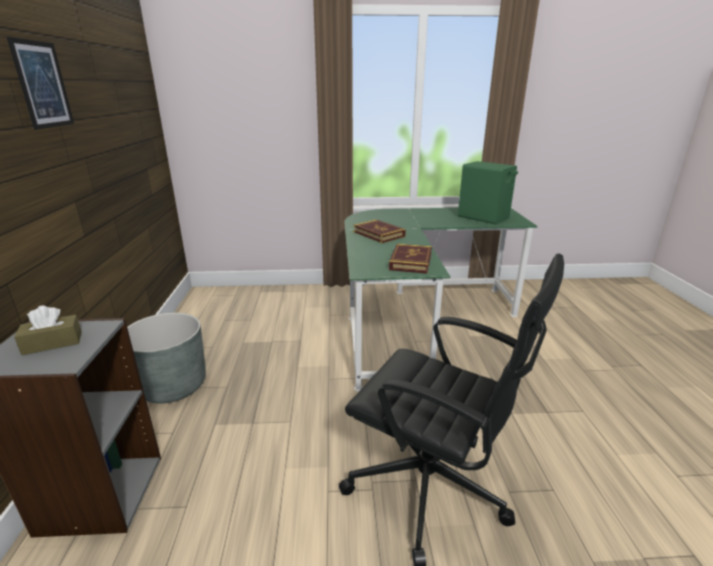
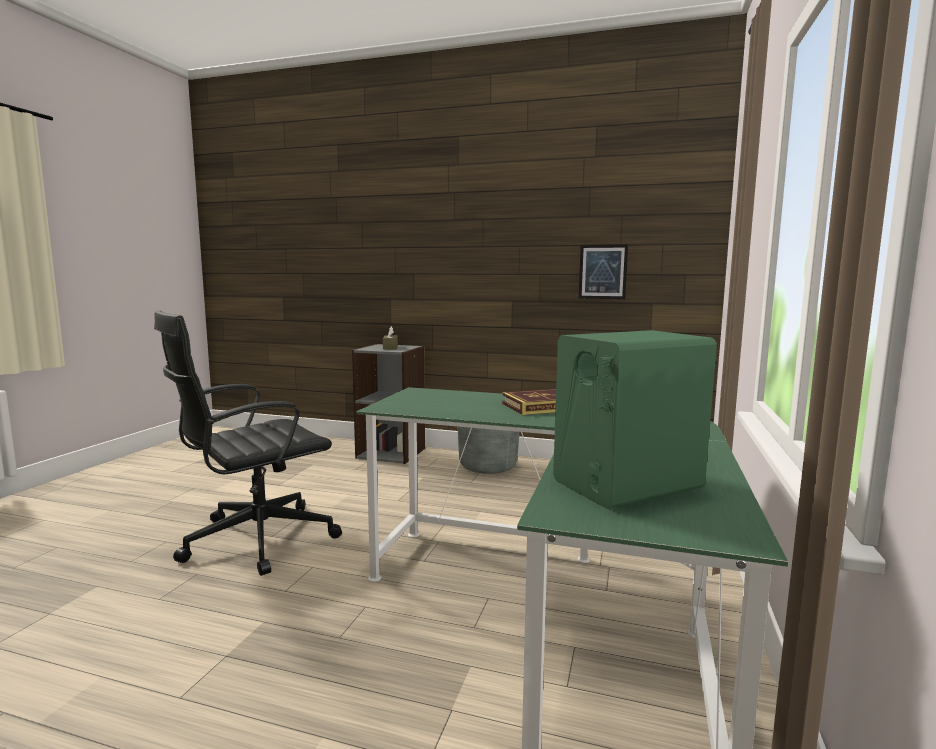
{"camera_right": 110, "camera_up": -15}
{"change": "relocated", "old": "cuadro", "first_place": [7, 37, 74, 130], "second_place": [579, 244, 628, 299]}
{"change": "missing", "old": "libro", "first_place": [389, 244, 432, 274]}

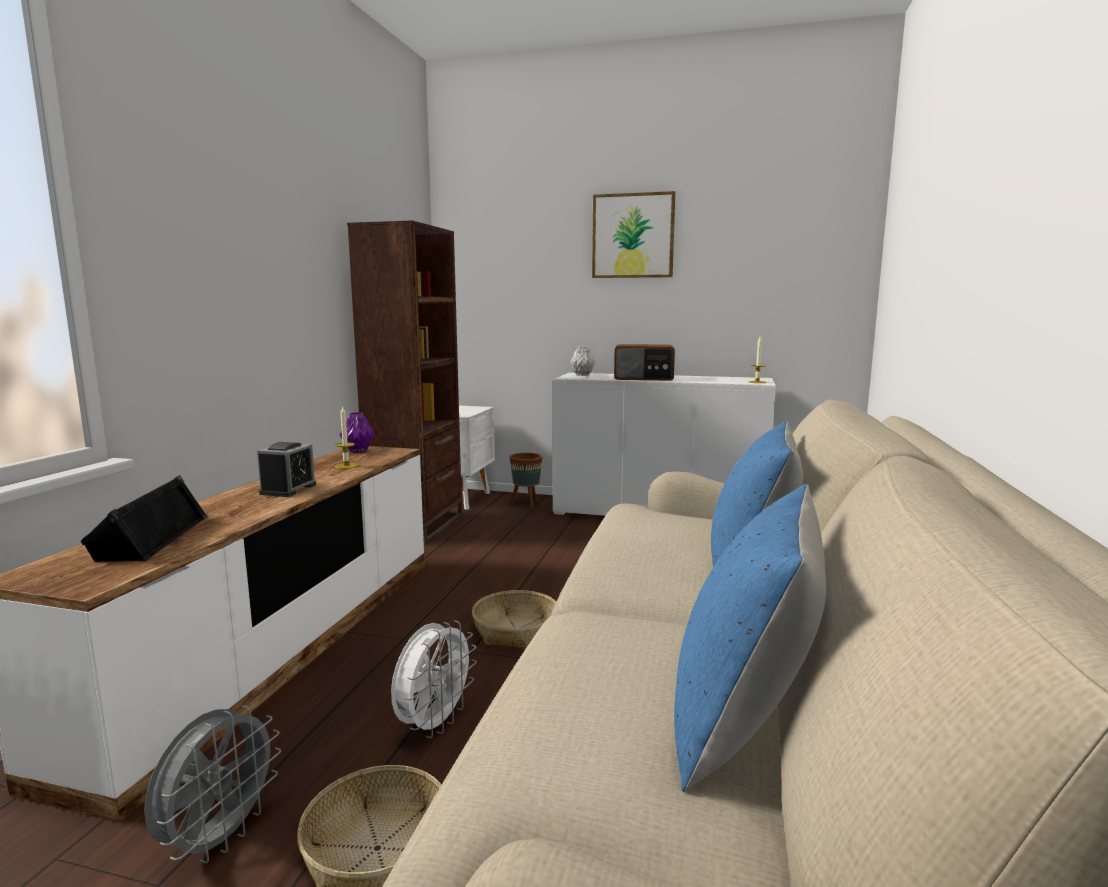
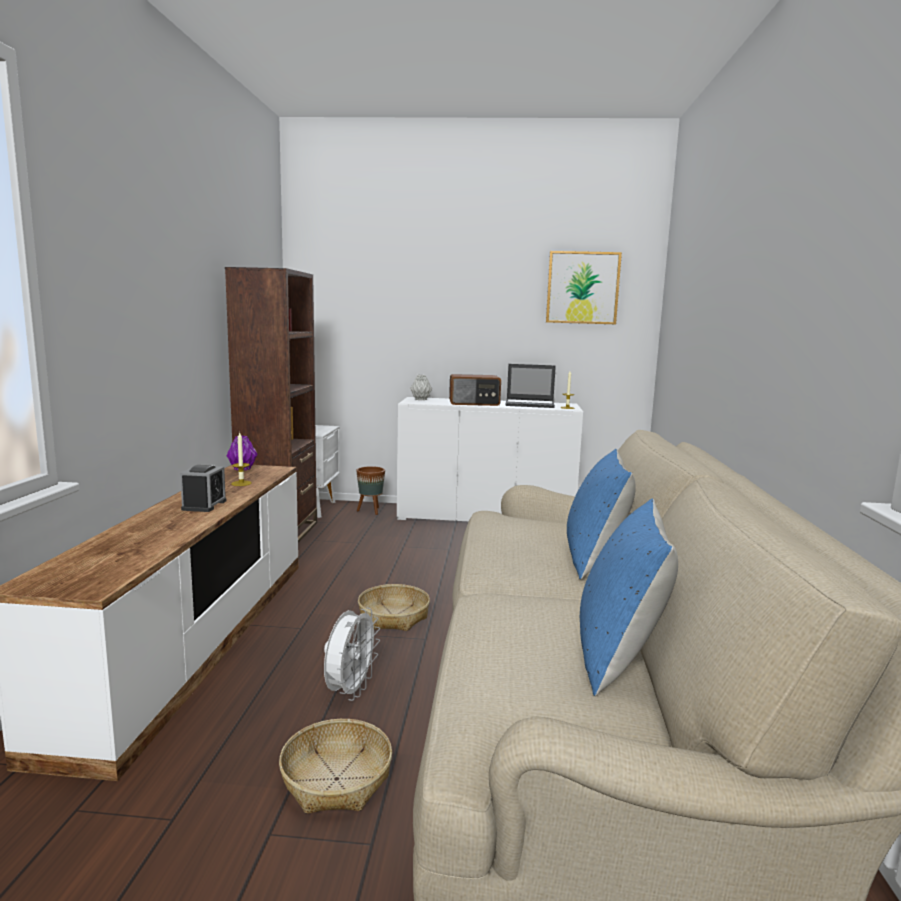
{"camera_right": -10, "camera_up": 0}
{"change": "relocated", "old": "cuadro", "first_place": [592, 191, 675, 278], "second_place": [546, 251, 622, 324]}
{"change": "missing", "old": "altavoz/negro", "first_place": [81, 475, 208, 562]}
{"change": "missing", "old": "ventilador/gris", "first_place": [144, 705, 281, 863]}
{"change": "appeared", "new": "portátil", "second_place": [505, 364, 556, 408]}

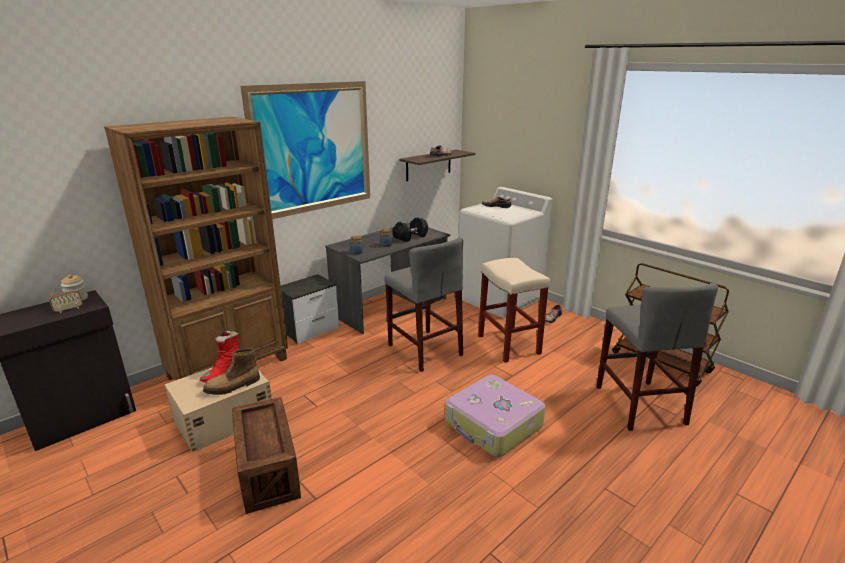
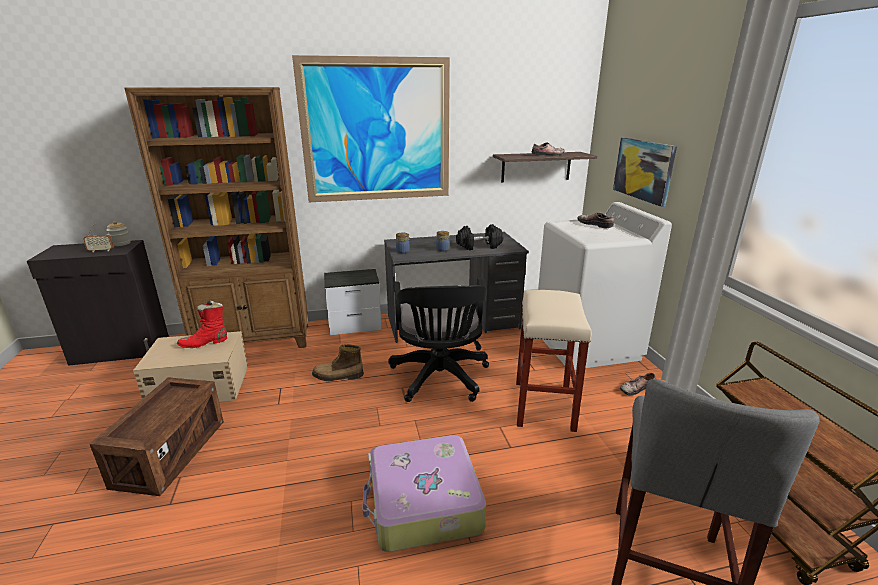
{"camera_right": 30, "camera_up": 0}
{"change": "exchanged", "old": "taburete/gris", "new": "silla de oficina/negro", "first_place": [384, 237, 463, 372], "second_place": [388, 279, 489, 402]}
{"change": "relocated", "old": "bota", "first_place": [203, 348, 260, 395], "second_place": [312, 344, 364, 382]}
{"change": "appeared", "new": "cuadro", "second_place": [613, 137, 677, 207]}

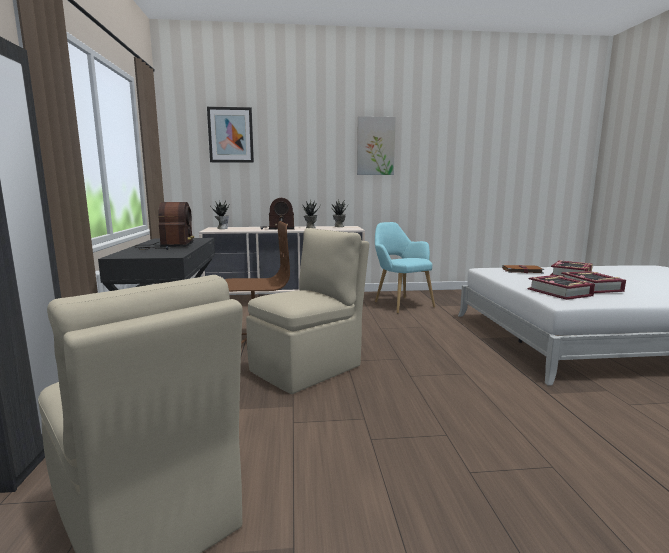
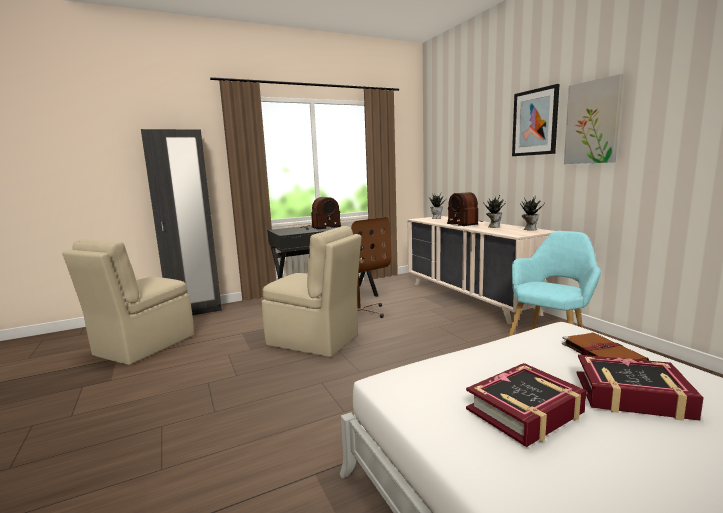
{"camera_right": 70, "camera_up": 0}
{"change": "relocated", "old": "cuadro", "first_place": [207, 107, 254, 163], "second_place": [512, 84, 559, 156]}
{"change": "missing", "old": "libro", "first_place": [528, 275, 595, 300]}

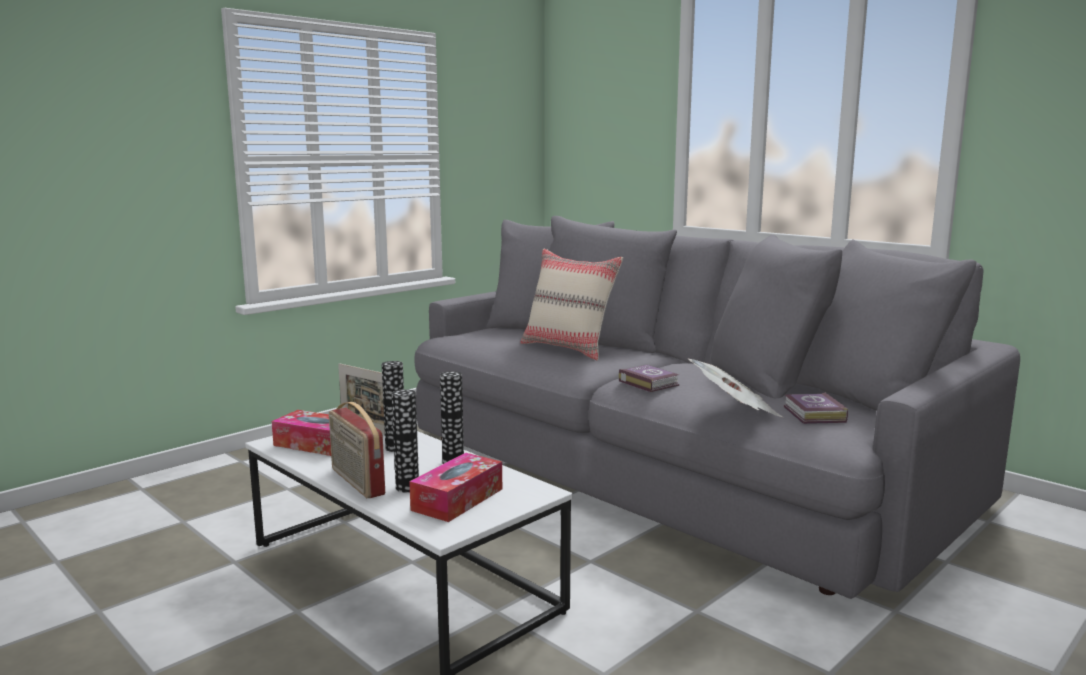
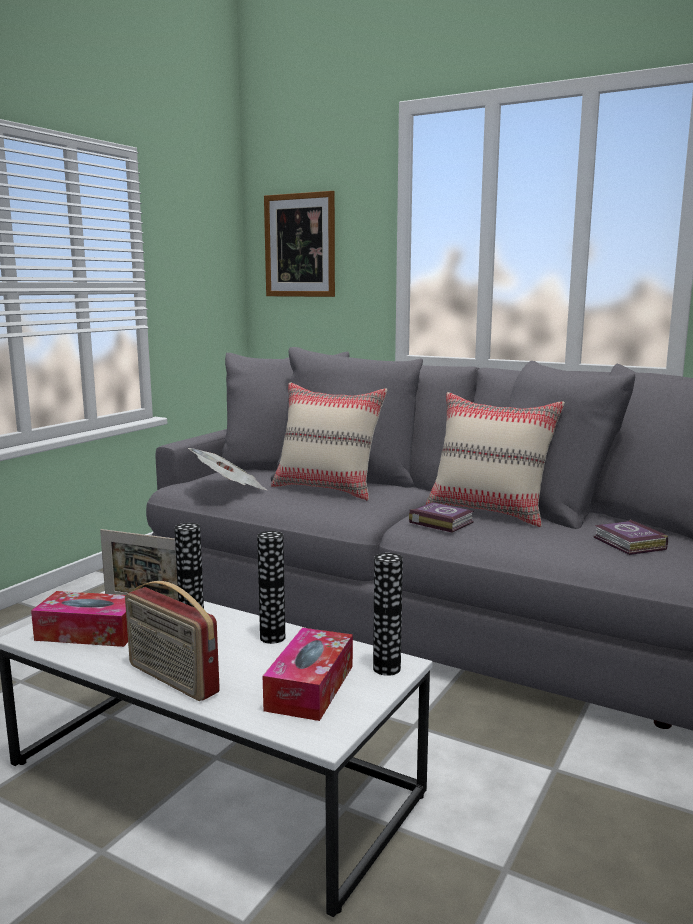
{"camera_right": -15, "camera_up": 0}
{"change": "relocated", "old": "periódico", "first_place": [687, 358, 782, 417], "second_place": [188, 448, 267, 490]}
{"change": "relocated", "old": "florero", "first_place": [392, 389, 419, 492], "second_place": [373, 553, 403, 676]}
{"change": "appeared", "new": "cuadro", "second_place": [264, 191, 335, 297]}
{"change": "appeared", "new": "cojín/beis", "second_place": [426, 392, 565, 527]}

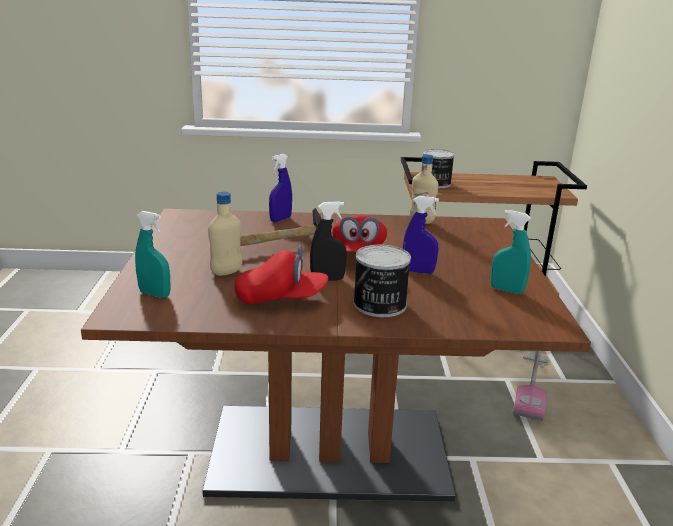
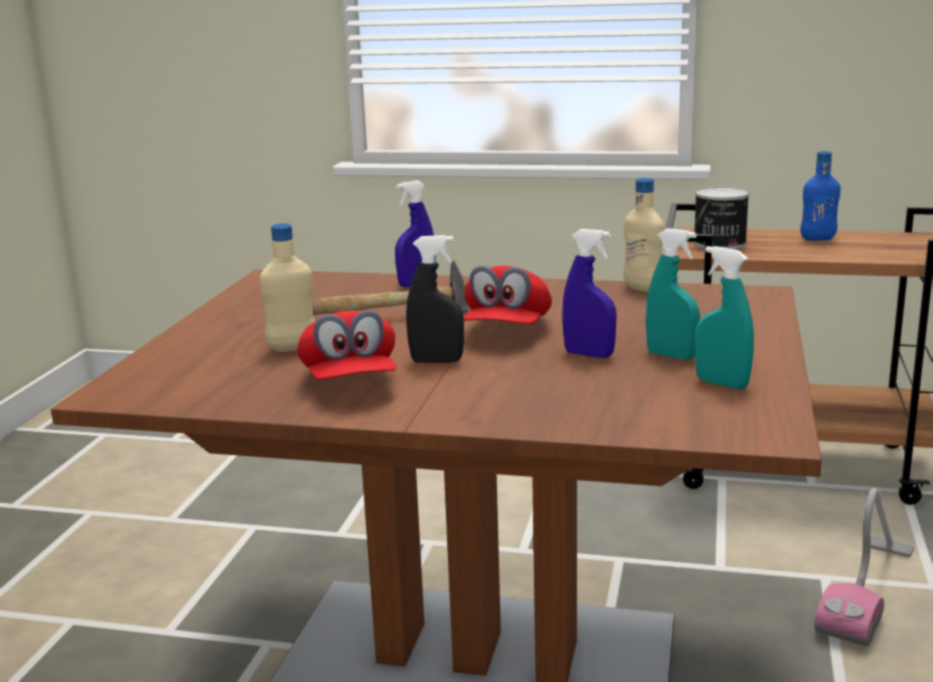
{"camera_right": 15, "camera_up": -5}
{"change": "relocated", "old": "pulverizador/turquesa", "first_place": [135, 211, 170, 298], "second_place": [645, 228, 700, 360]}
{"change": "spun", "old": "gorra/rojo", "first_place": [235, 245, 328, 304], "second_place": [297, 310, 396, 380], "degrees": 60}
{"change": "missing", "old": "lata", "first_place": [353, 245, 411, 317]}
{"change": "appeared", "new": "botella/azul", "second_place": [801, 151, 841, 241]}

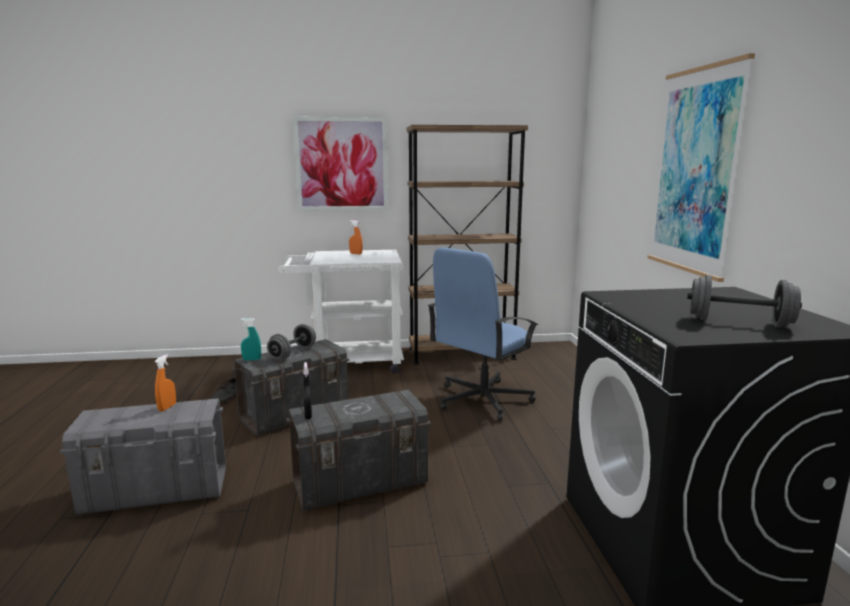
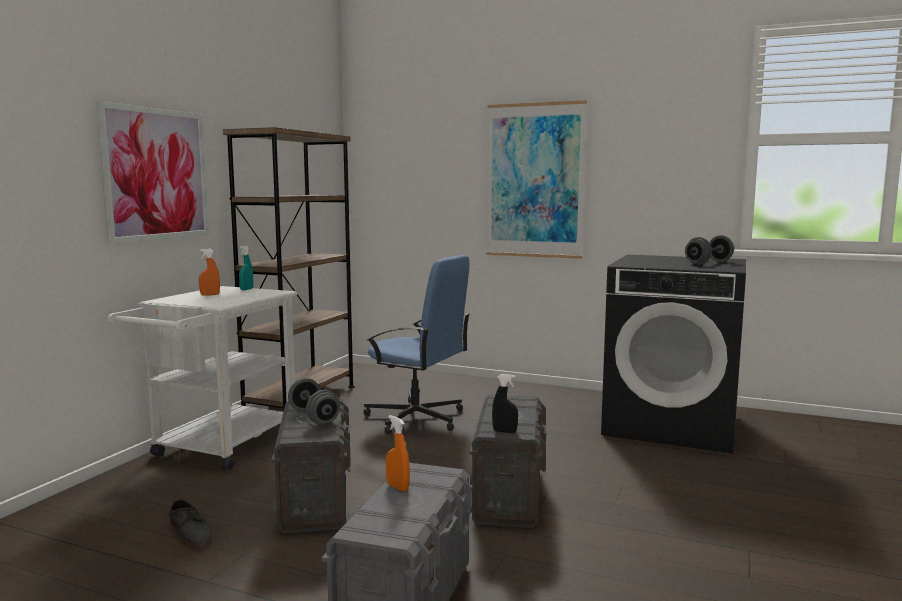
{"camera_right": -60, "camera_up": -5}
{"change": "spun", "old": "silla de oficina/azul", "first_place": [428, 248, 538, 421], "second_place": [363, 255, 470, 434], "degrees": -45}
{"change": "relocated", "old": "pulverizador/turquesa", "first_place": [241, 318, 261, 361], "second_place": [239, 246, 253, 290]}

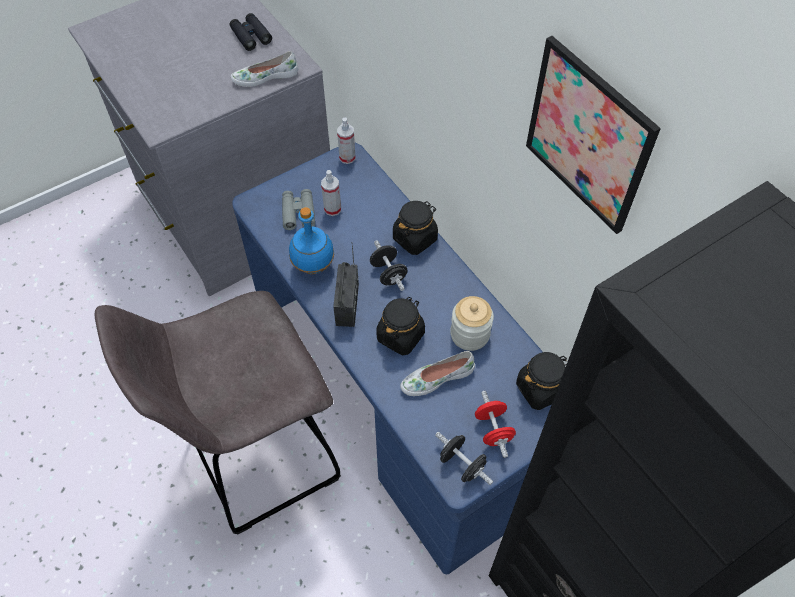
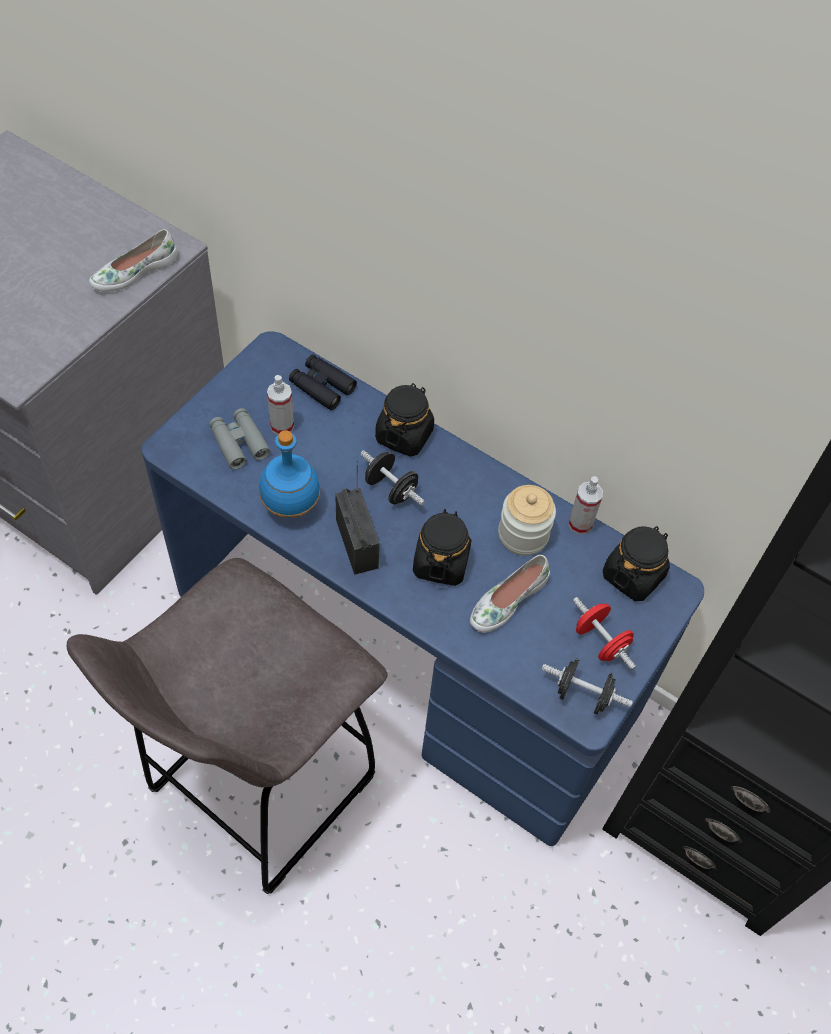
{"camera_right": -25, "camera_up": 0}
{"change": "relocated", "old": "prismáticos/negro", "first_place": [230, 13, 272, 51], "second_place": [289, 354, 357, 410]}
{"change": "missing", "old": "cuadro", "first_place": [526, 36, 661, 234]}
{"change": "relocated", "old": "pulverizador", "first_place": [337, 118, 355, 164], "second_place": [568, 476, 603, 534]}

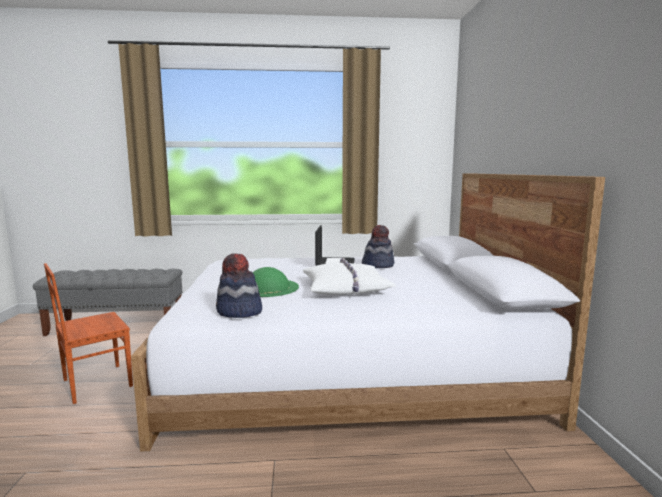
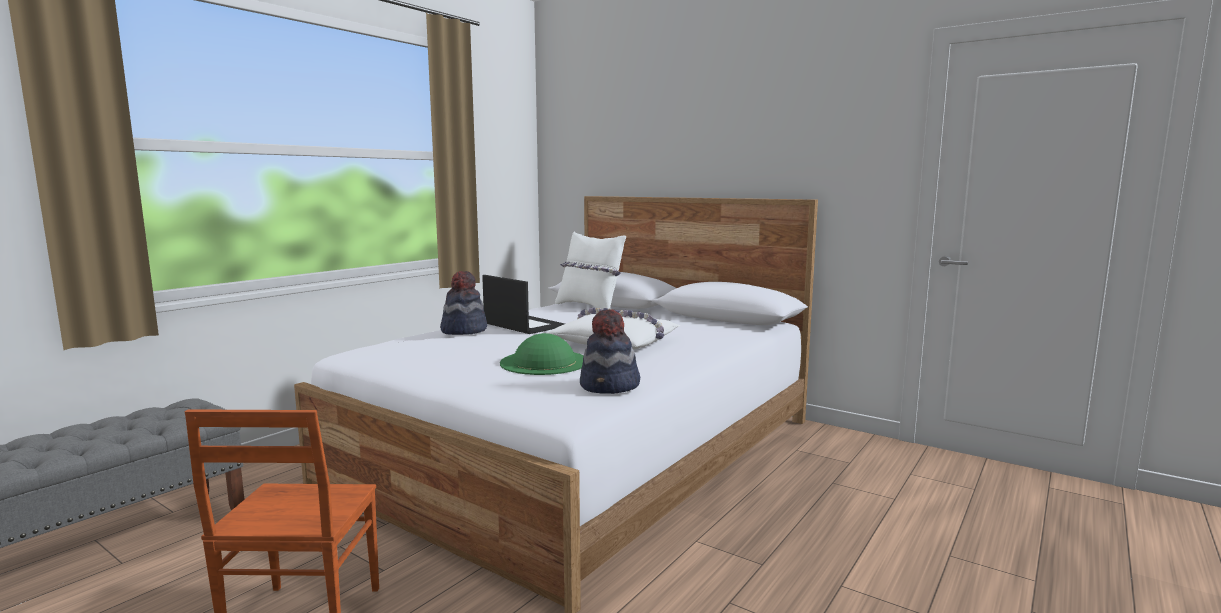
{"camera_right": -50, "camera_up": 0}
{"change": "relocated", "old": "sombrero", "first_place": [362, 225, 394, 268], "second_place": [440, 271, 487, 335]}
{"change": "appeared", "new": "cojín/blanco", "second_place": [555, 232, 626, 309]}

